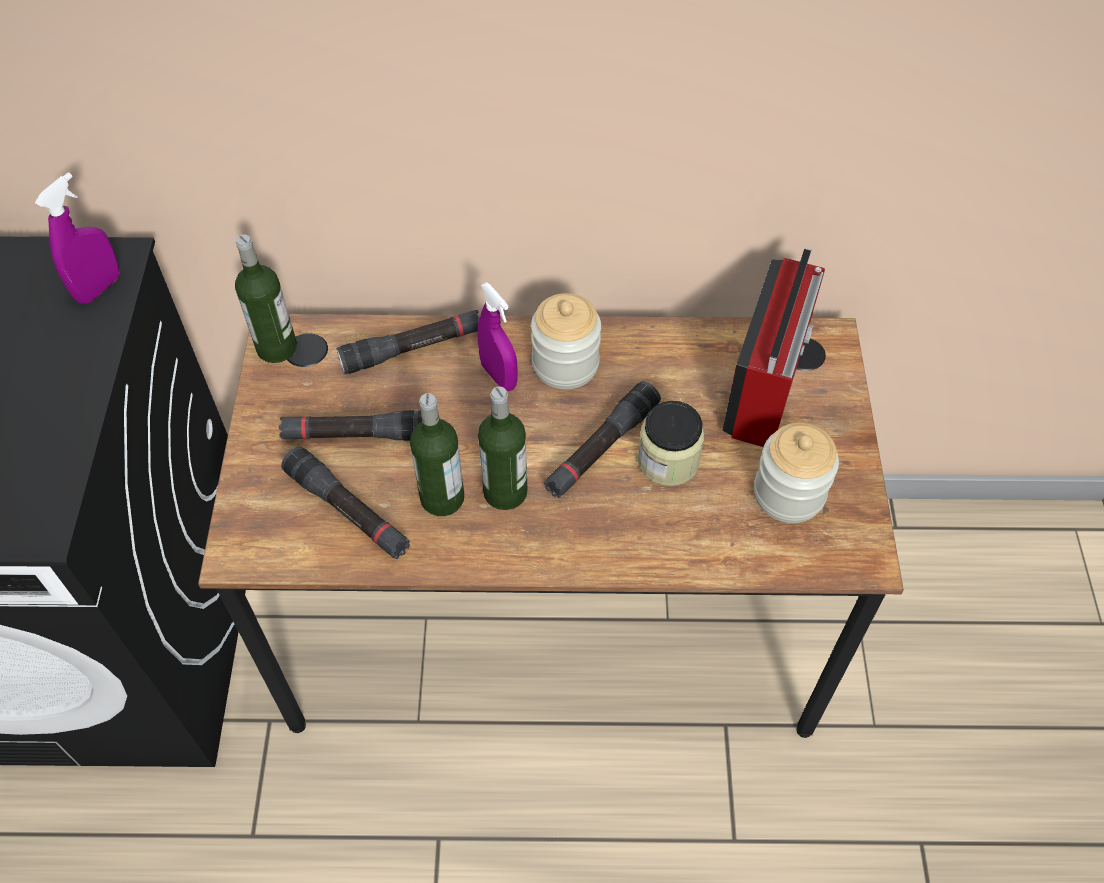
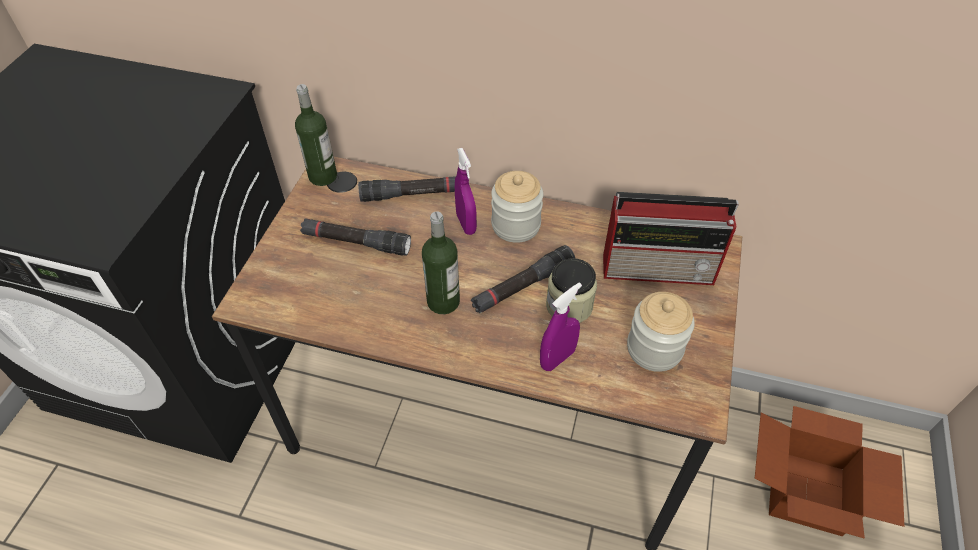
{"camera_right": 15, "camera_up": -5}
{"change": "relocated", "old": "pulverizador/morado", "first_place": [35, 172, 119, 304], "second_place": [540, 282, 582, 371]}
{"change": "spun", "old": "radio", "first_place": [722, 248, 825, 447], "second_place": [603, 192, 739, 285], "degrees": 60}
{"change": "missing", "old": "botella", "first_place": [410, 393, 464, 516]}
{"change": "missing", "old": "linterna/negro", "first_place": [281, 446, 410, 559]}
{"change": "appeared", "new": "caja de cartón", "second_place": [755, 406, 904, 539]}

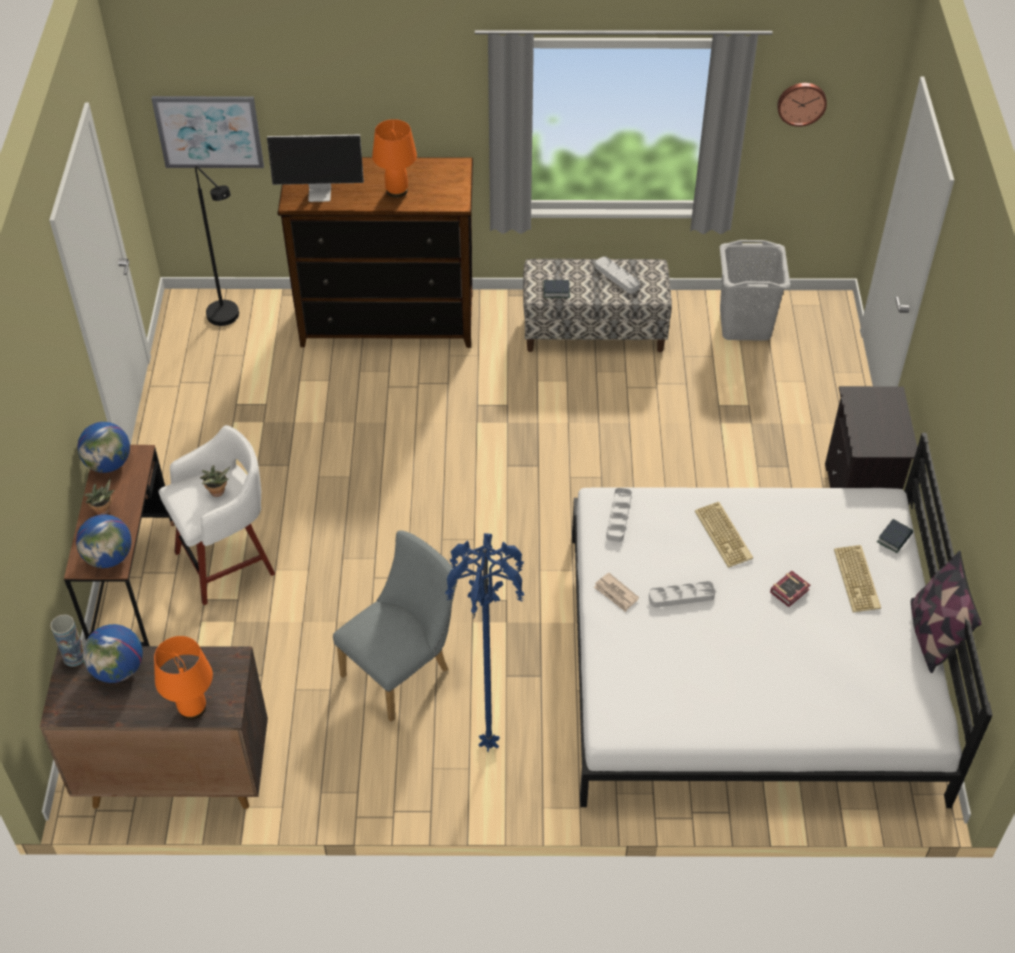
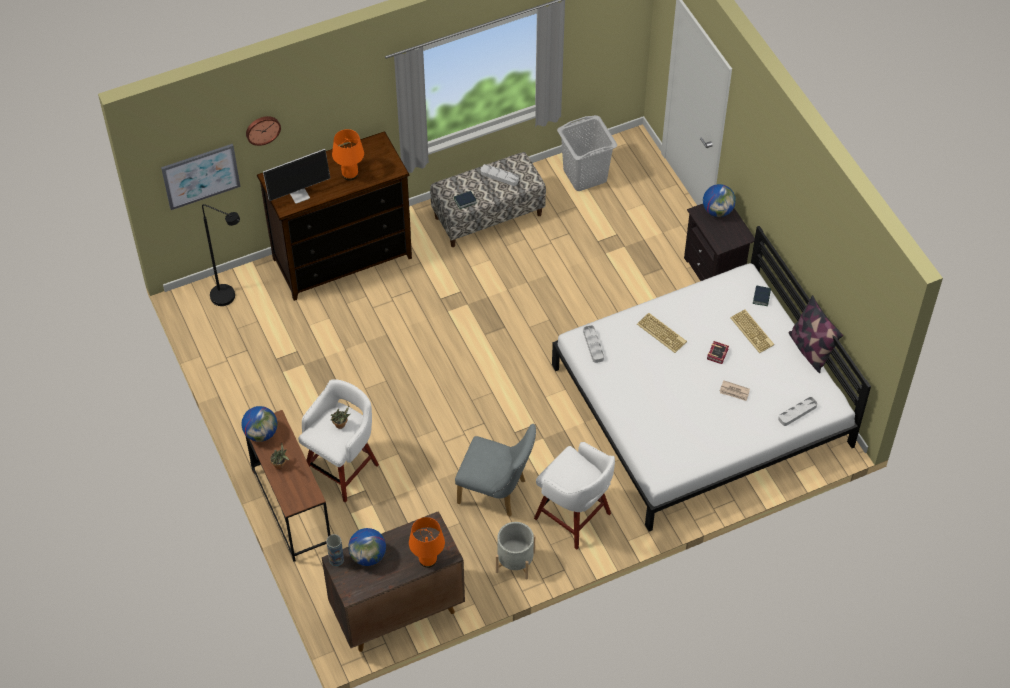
{"camera_right": -25, "camera_up": 5}
{"change": "relocated", "old": "reloj de pared", "first_place": [777, 83, 827, 127], "second_place": [246, 116, 281, 146]}
{"change": "relocated", "old": "globo terráqueo", "first_place": [76, 514, 132, 568], "second_place": [703, 184, 736, 217]}
{"change": "spun", "old": "silla/gris", "first_place": [333, 530, 458, 722], "second_place": [455, 424, 536, 517], "degrees": 90}
{"change": "exchanged", "old": "lámpara de pie/azul", "new": "taburete/blanco", "first_place": [445, 533, 524, 752], "second_place": [534, 442, 615, 550]}
{"change": "relocated", "old": "periódico", "first_place": [594, 573, 639, 612], "second_place": [720, 381, 750, 401]}
{"change": "relocated", "old": "bandeja/gris", "first_place": [649, 581, 715, 608], "second_place": [778, 397, 817, 426]}
{"change": "appeared", "new": "maceta/gris", "second_place": [496, 522, 535, 580]}

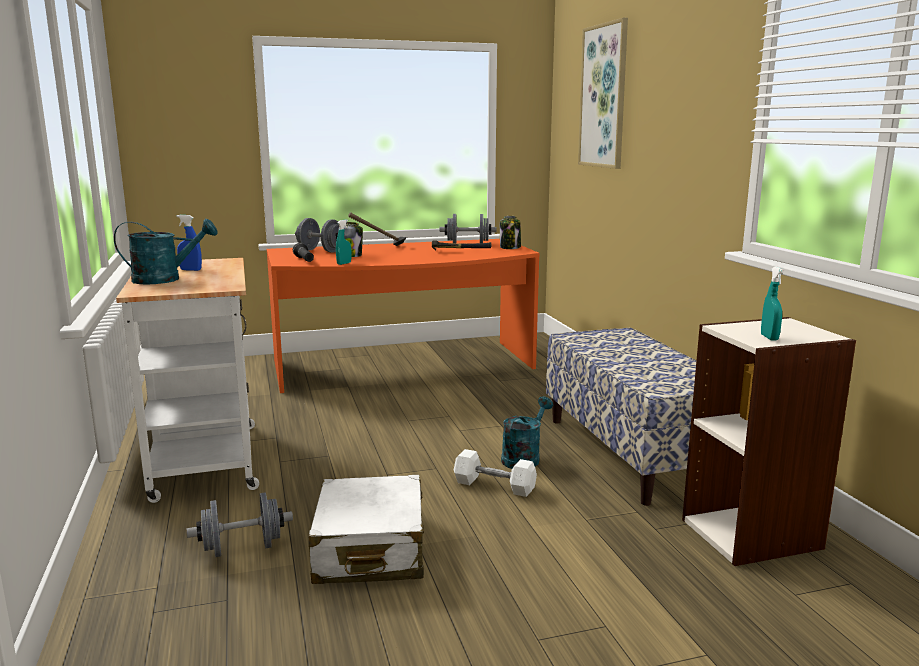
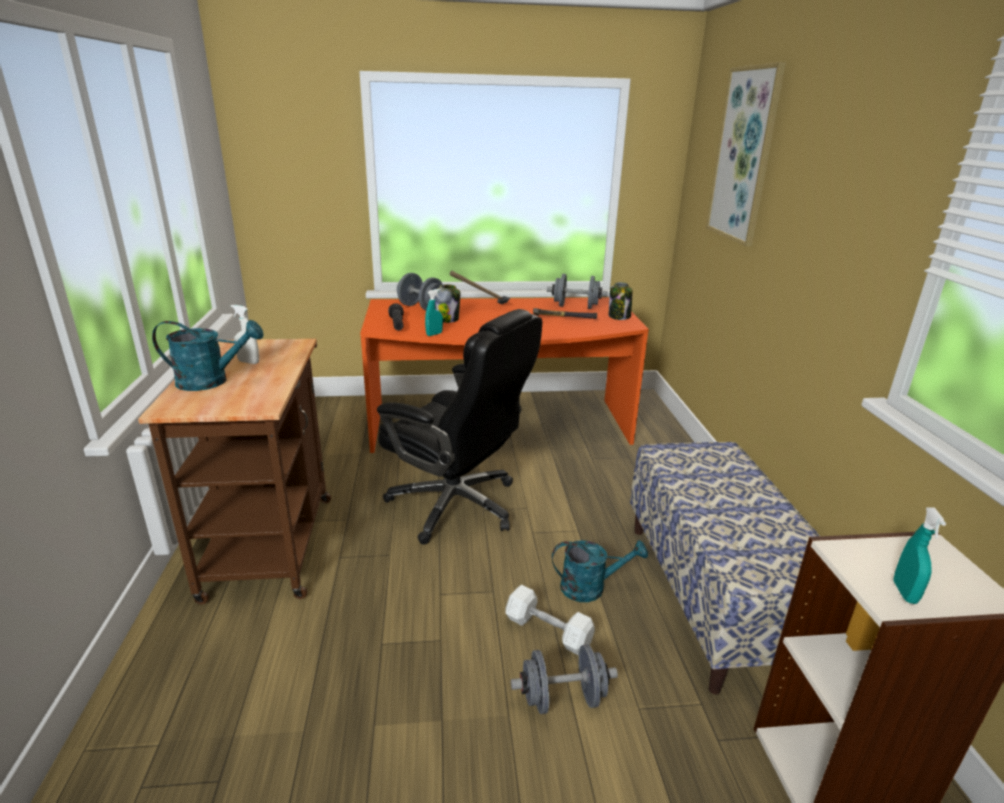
{"camera_right": 10, "camera_up": 10}
{"change": "colour", "old": "pulverizador/azul", "new": "pulverizador/blanco", "first_place": [176, 215, 202, 271], "second_place": [231, 305, 259, 364]}
{"change": "colour", "old": "carrito/blanco", "new": "carrito/marrón", "first_place": [116, 258, 259, 503], "second_place": [138, 339, 331, 604]}
{"change": "spun", "old": "regadera/turquesa", "first_place": [501, 396, 553, 469], "second_place": [552, 540, 648, 602], "degrees": 45}
{"change": "missing", "old": "maleta/blanco", "first_place": [308, 475, 424, 584]}
{"change": "relocated", "old": "mancuerna/gris", "first_place": [187, 493, 293, 557], "second_place": [511, 645, 618, 714]}
{"change": "appeared", "new": "silla de oficina/negro", "second_place": [377, 309, 542, 545]}

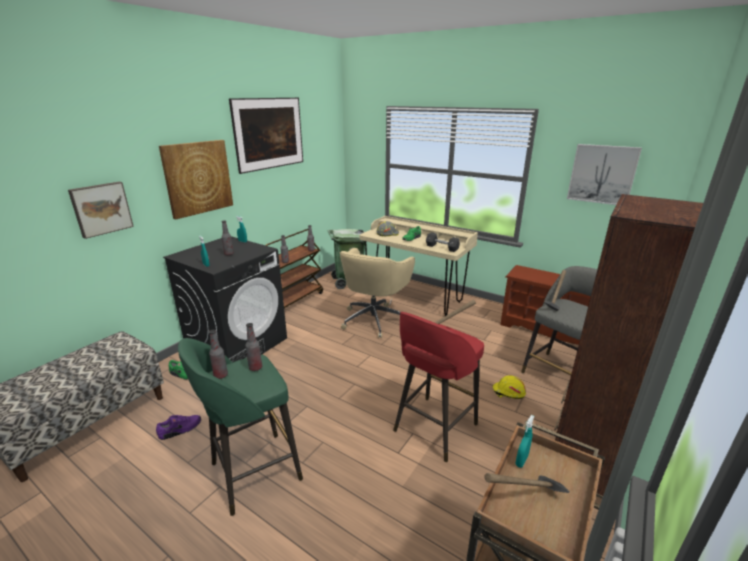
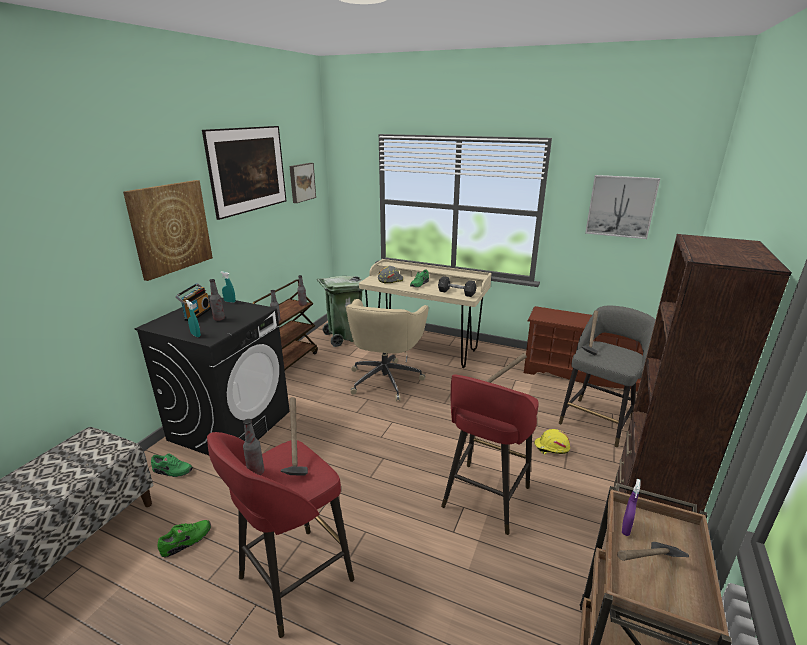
{"camera_right": -10, "camera_up": 0}
{"change": "relocated", "old": "cuadro", "first_place": [68, 182, 134, 239], "second_place": [290, 163, 316, 203]}
{"change": "exchanged", "old": "botella", "new": "martillo", "first_place": [245, 323, 262, 371], "second_place": [281, 397, 308, 476]}
{"change": "colour", "old": "taburete/verde", "new": "taburete/rojo", "first_place": [178, 338, 303, 516], "second_place": [207, 432, 354, 638]}
{"change": "colour", "old": "zapato/morado", "new": "zapato/verde", "first_place": [156, 415, 201, 440], "second_place": [157, 520, 211, 558]}
{"change": "colour", "old": "pulverizador/turquesa", "new": "pulverizador/morado", "first_place": [516, 415, 534, 468], "second_place": [622, 479, 641, 536]}
{"change": "appeared", "new": "radio", "second_place": [175, 283, 211, 321]}

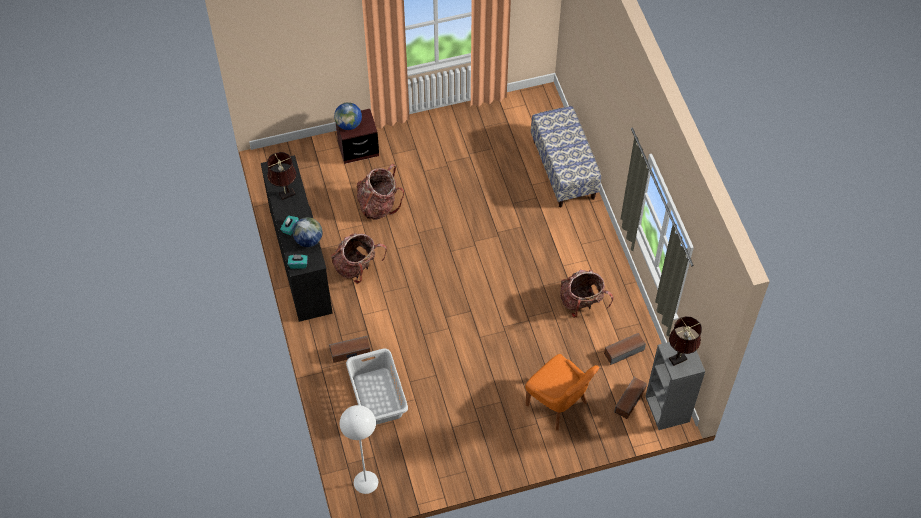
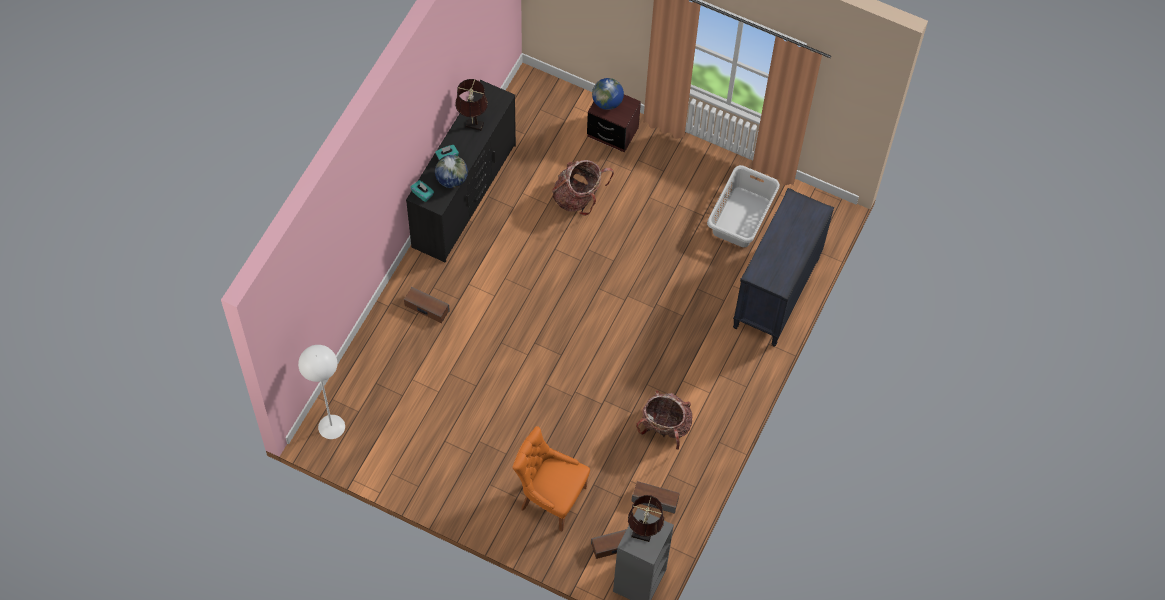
{"camera_right": 40, "camera_up": 5}
{"change": "exchanged", "old": "banco", "new": "cómoda/negro", "first_place": [531, 106, 601, 207], "second_place": [733, 188, 834, 347]}
{"change": "missing", "old": "mochila", "first_place": [331, 233, 387, 284]}
{"change": "relocated", "old": "cesto de la ropa/gris", "first_place": [346, 348, 408, 425], "second_place": [707, 165, 780, 247]}
{"change": "spun", "old": "silla/naranja", "first_place": [525, 354, 599, 431], "second_place": [513, 426, 590, 531], "degrees": 120}

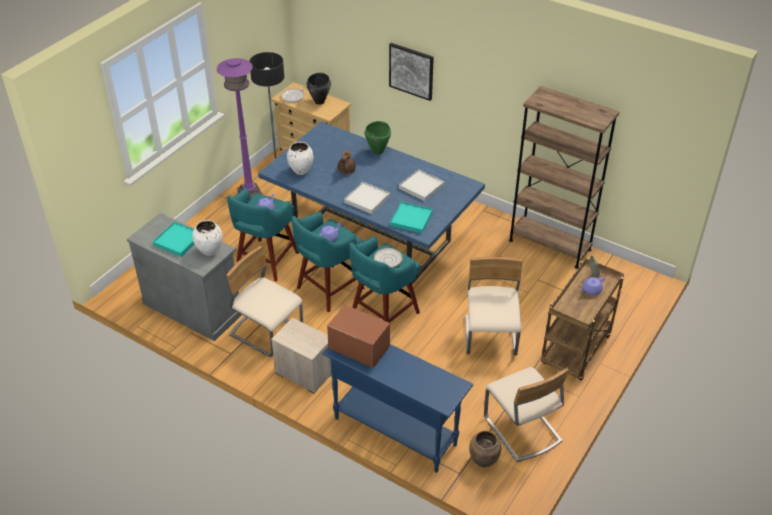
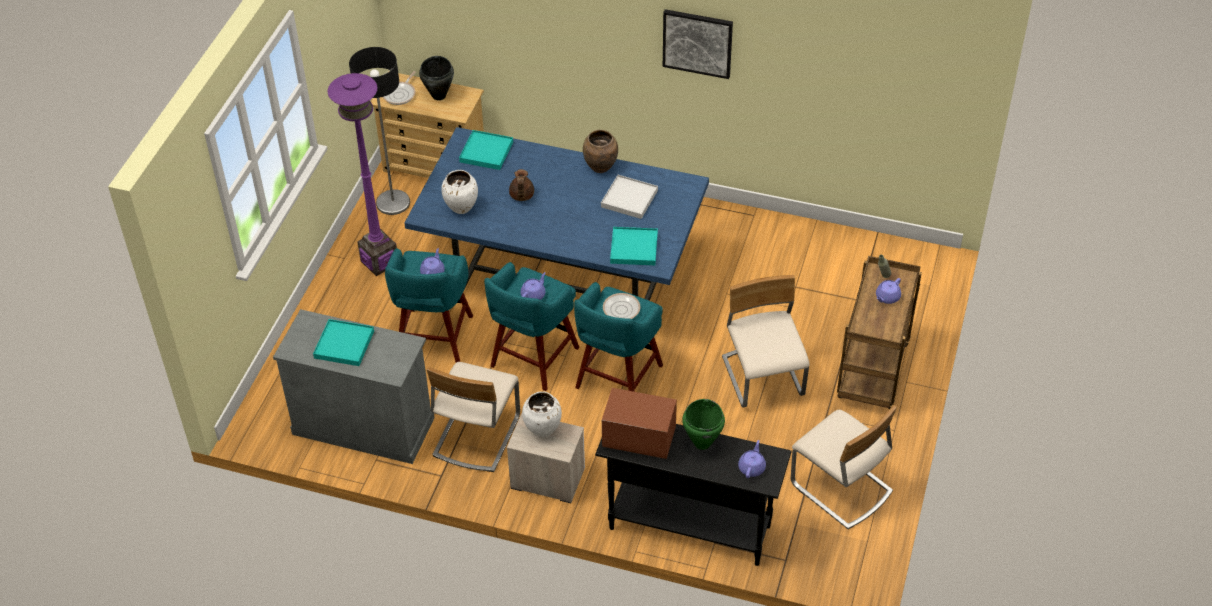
{"camera_right": -15, "camera_up": 5}
{"change": "relocated", "old": "cuadro", "first_place": [389, 43, 434, 101], "second_place": [663, 9, 733, 79]}
{"change": "missing", "old": "estantería/marrón", "first_place": [509, 86, 619, 269]}
{"change": "relocated", "old": "olla/verde", "first_place": [364, 121, 391, 155], "second_place": [682, 399, 725, 450]}
{"change": "missing", "old": "bandeja/blanco", "first_place": [344, 182, 390, 214]}
{"change": "relocated", "old": "florero/blanco", "first_place": [192, 220, 222, 256], "second_place": [522, 392, 562, 437]}
{"change": "spun", "old": "silla/beis", "first_place": [226, 246, 303, 357], "second_place": [427, 362, 520, 472], "degrees": -90}
{"change": "colour", "old": "mesa consola/azul", "new": "mesa consola/negro", "first_place": [322, 344, 474, 473], "second_place": [595, 424, 792, 566]}
{"change": "relocated", "old": "florero/marrón", "first_place": [469, 431, 501, 467], "second_place": [583, 130, 618, 173]}
{"change": "appeared", "new": "bandeja/turquesa", "second_place": [459, 130, 513, 170]}
{"change": "appeared", "new": "tetera/morado", "second_place": [738, 440, 766, 478]}

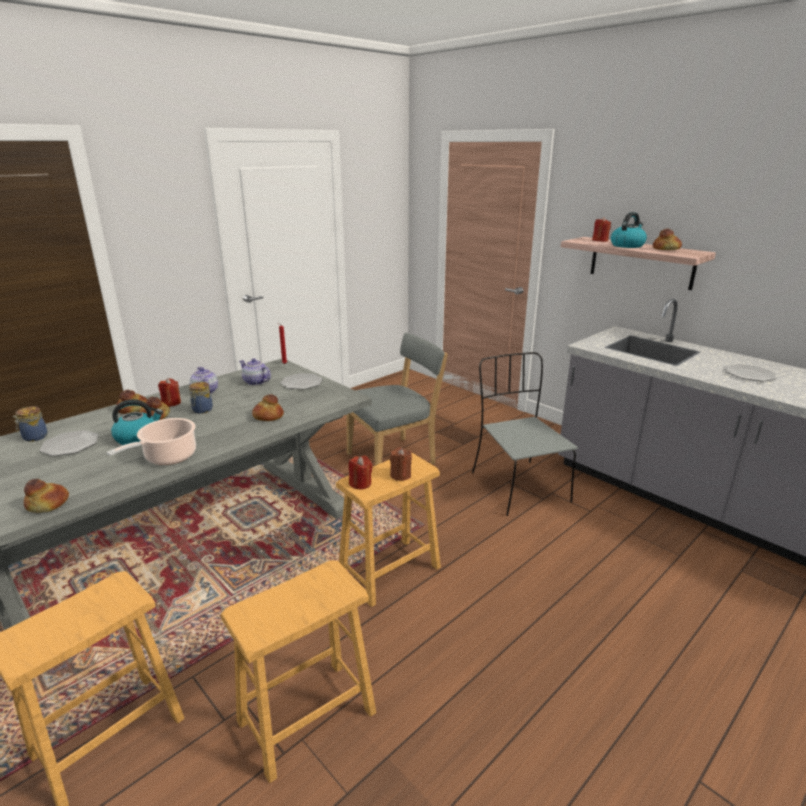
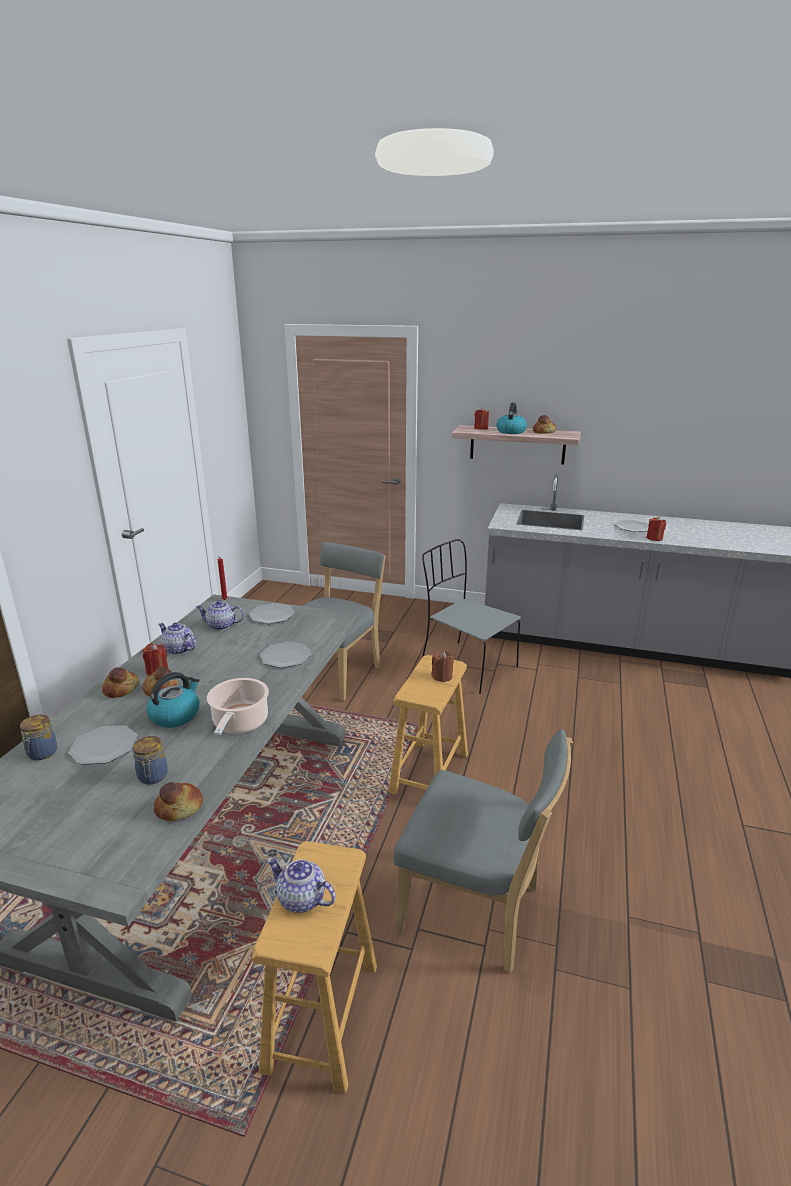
{"camera_right": -30, "camera_up": 0}
{"change": "relocated", "old": "tarro", "first_place": [189, 382, 213, 414], "second_place": [133, 736, 168, 784]}
{"change": "exchanged", "old": "pan", "new": "plato", "first_place": [252, 394, 284, 421], "second_place": [260, 642, 311, 668]}
{"change": "relocated", "old": "vela/rojo", "first_place": [349, 455, 373, 489], "second_place": [646, 517, 666, 541]}
{"change": "exchanged", "old": "taburete/marrón", "new": "silla/gris", "first_place": [220, 560, 376, 783], "second_place": [393, 729, 573, 973]}
{"change": "appeared", "new": "tetera", "second_place": [267, 857, 336, 913]}

